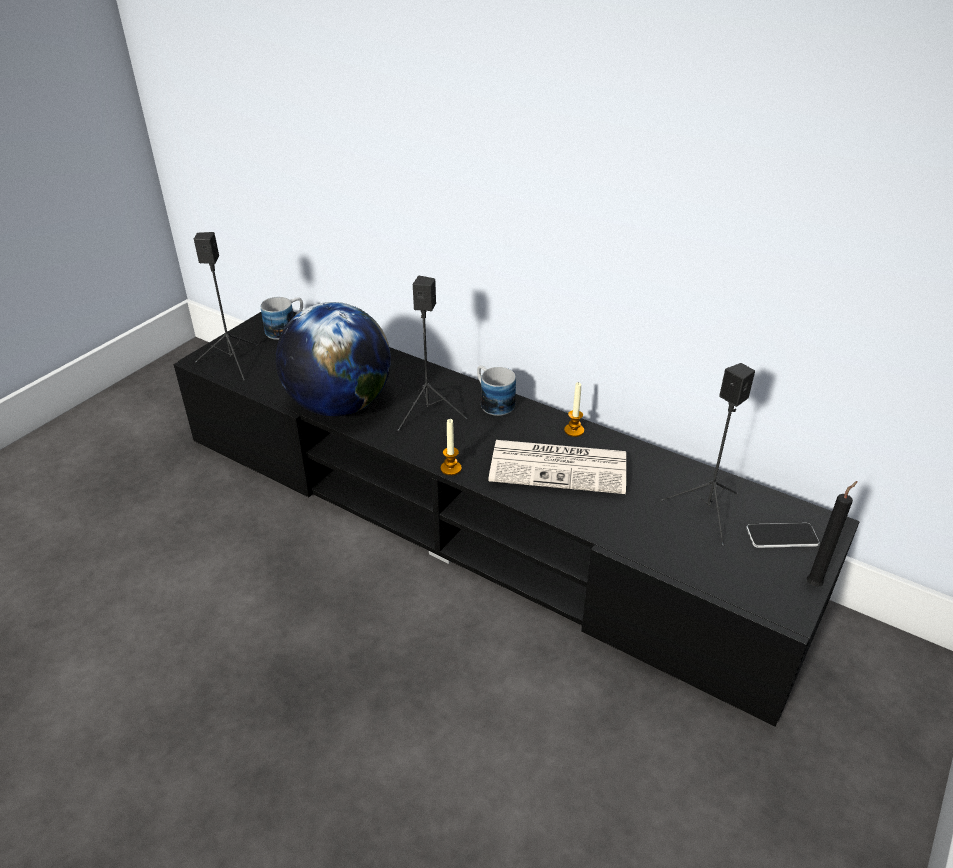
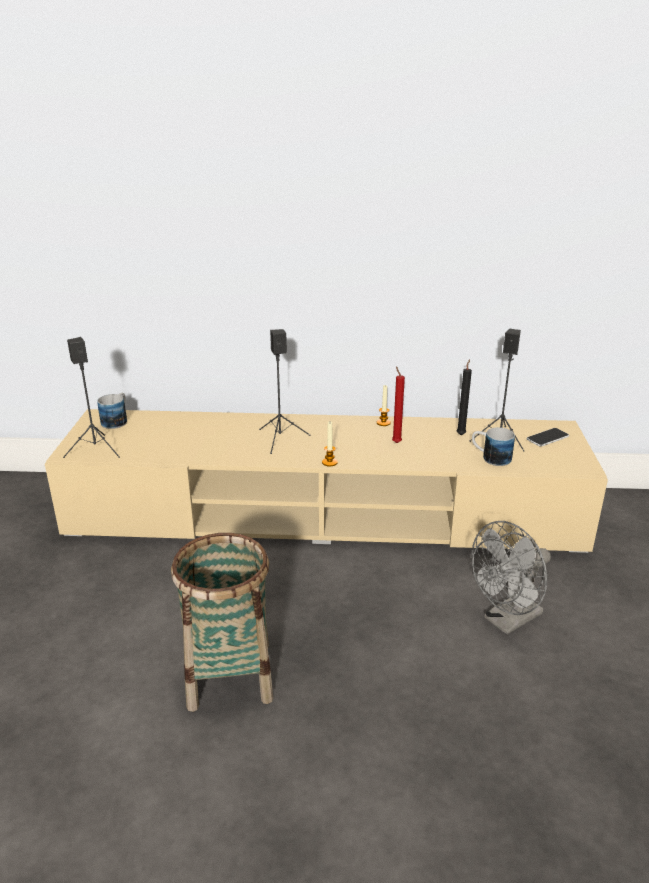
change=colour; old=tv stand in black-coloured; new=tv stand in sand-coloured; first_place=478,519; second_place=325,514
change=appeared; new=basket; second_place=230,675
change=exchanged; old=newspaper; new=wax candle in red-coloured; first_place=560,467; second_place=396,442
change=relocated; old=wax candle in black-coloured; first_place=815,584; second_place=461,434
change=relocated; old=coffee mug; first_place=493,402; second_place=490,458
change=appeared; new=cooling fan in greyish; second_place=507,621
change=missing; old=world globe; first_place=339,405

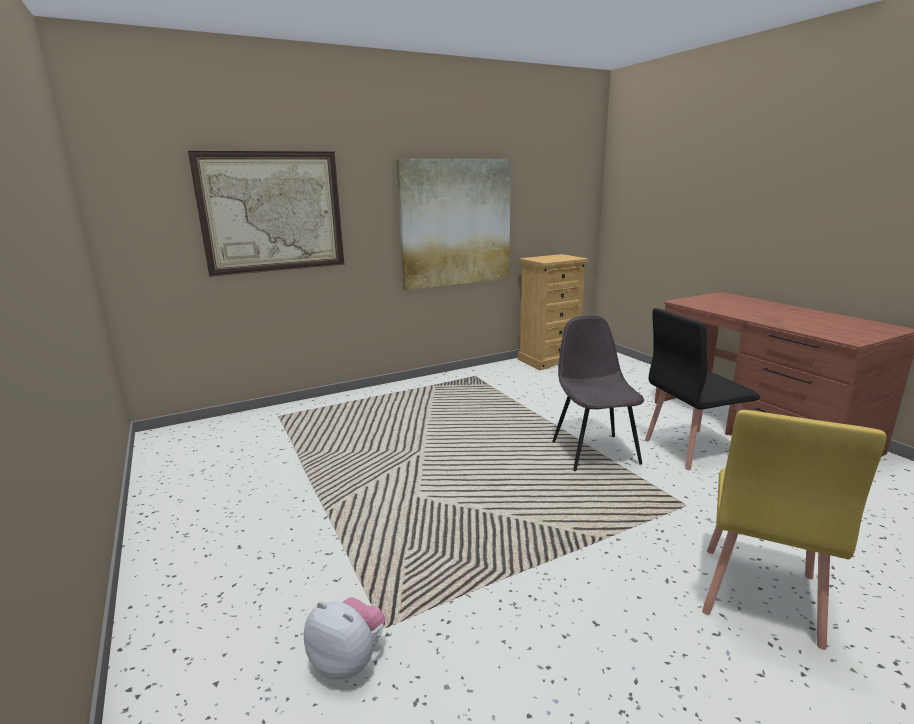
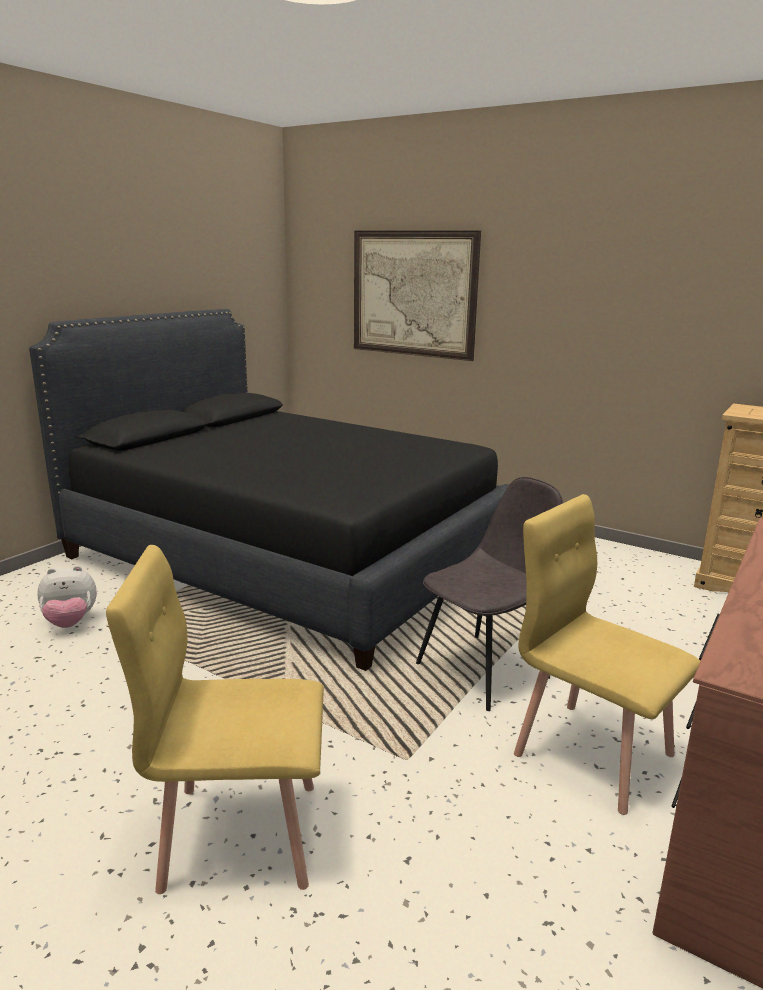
change=appeared; new=sleeping bed in black-coloured; second_place=288,556
change=spun; old=cuddly toy; first_place=348,661; second_place=70,623; degrees=75
change=colour; old=plain chair in black-coloured; new=plain chair in yellow; first_place=691,448; second_place=592,753
change=missing; old=wall art; first_place=456,223

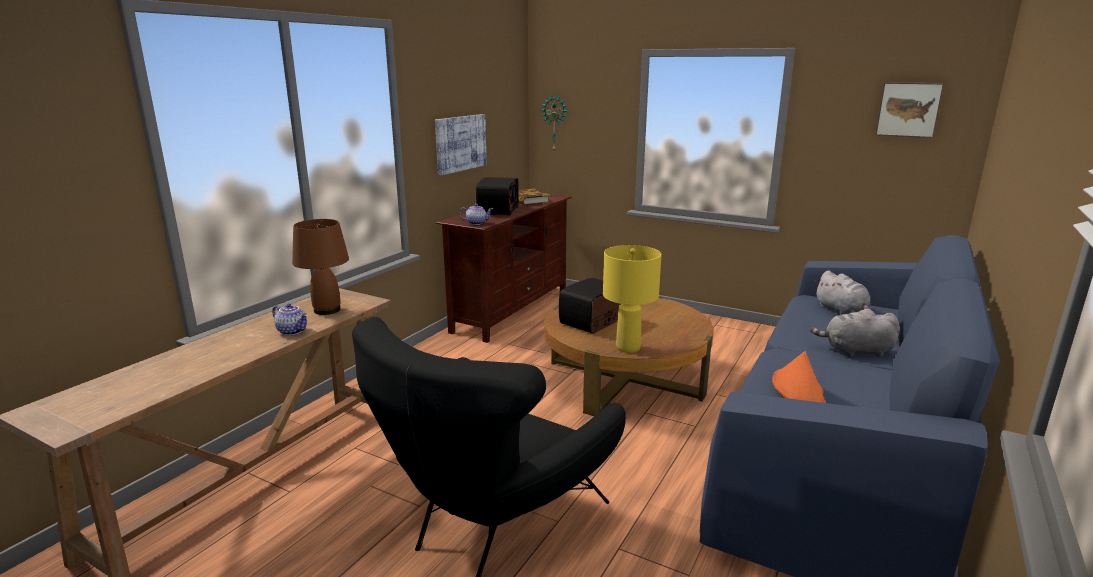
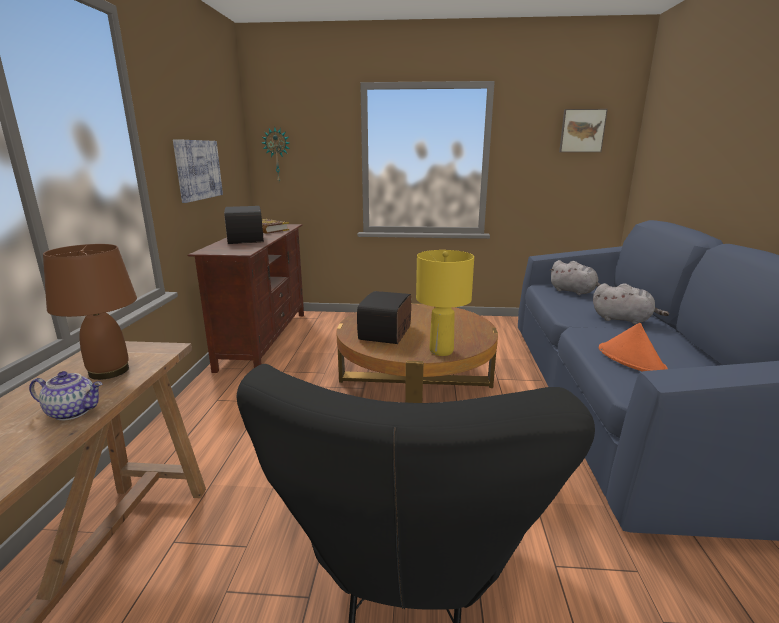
change=spun; old=cuddly toy in greyish; first_place=855,351; second_place=623,320; degrees=-135
change=missing; old=tea pot; first_place=476,223

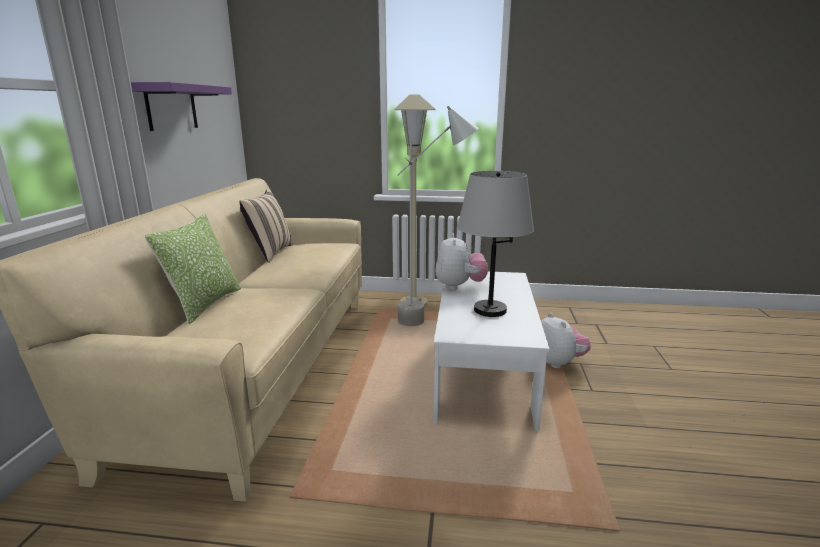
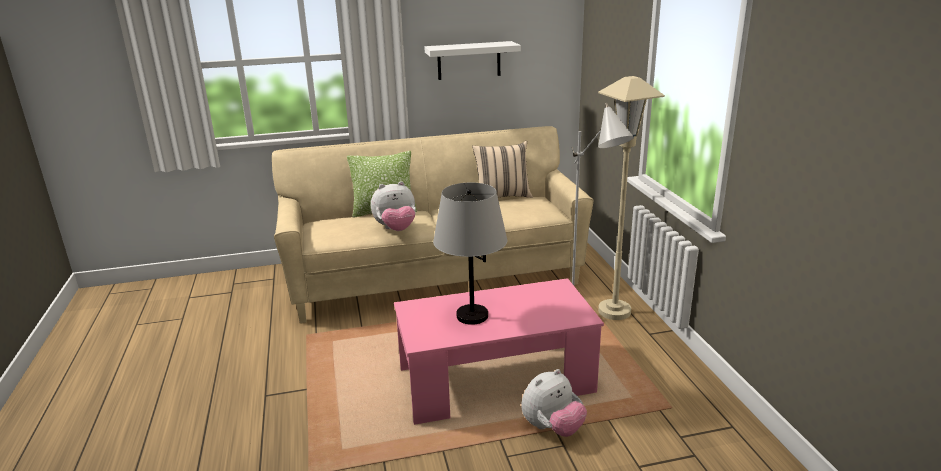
change=relocated; old=cuddly toy; first_place=459,286; second_place=396,229
change=colour; old=lounge table in white-coloured; new=lounge table in pink-coloured; first_place=483,373; second_place=495,381
change=colour; old=shelf in purple; new=shelf in white-coloured; first_place=171,107; second_place=469,60

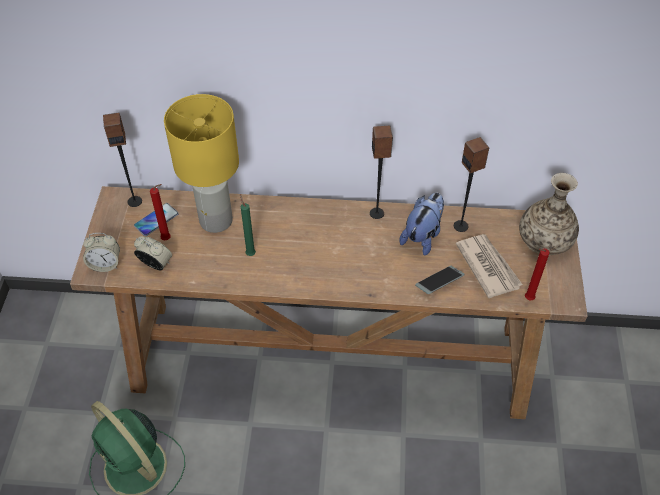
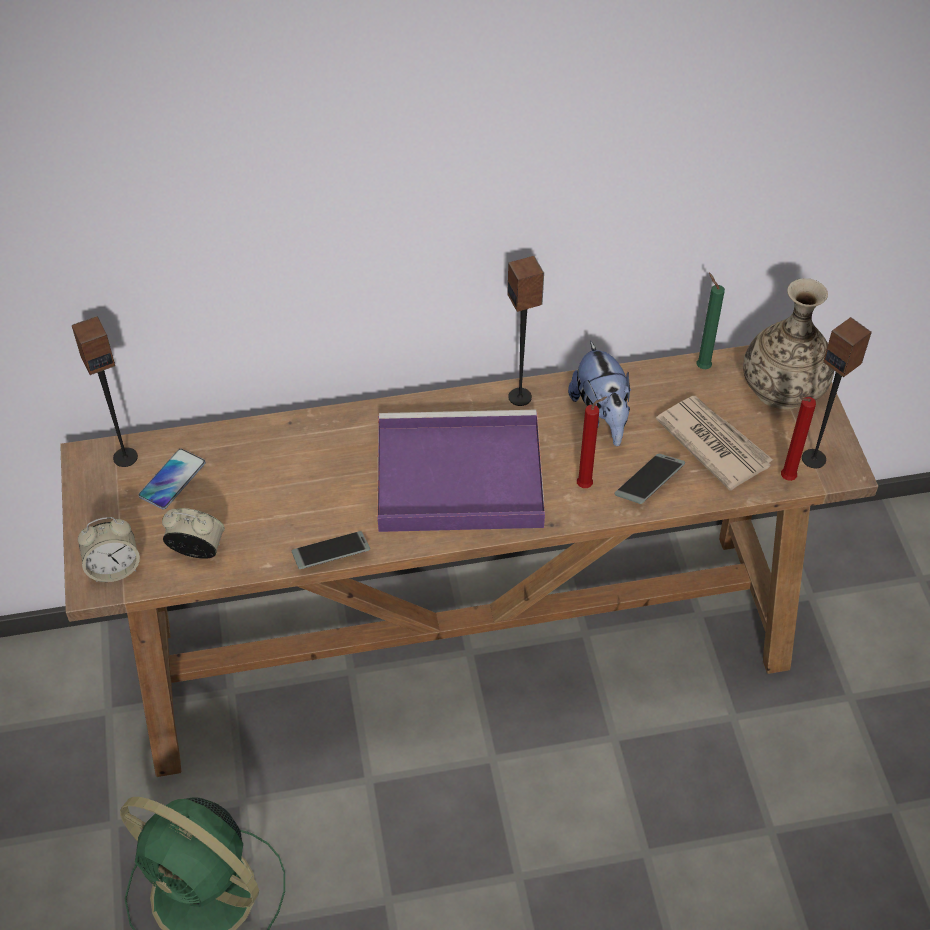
change=appeared; new=phone; second_place=331,555
change=appeared; new=carrying tray in purple; second_place=455,478
change=spun; old=cuddly toy; first_place=422,236; second_place=601,418; degrees=150
change=relocated; old=wax candle in red-coloured; first_place=168,239; second_place=587,485
change=relocated; old=wax candle in greenish; first_place=250,253; second_place=701,366
change=relocated; old=loudspeaker; first_place=461,226; second_place=814,458
change=missing; old=table lamp in yellow; first_place=216,221

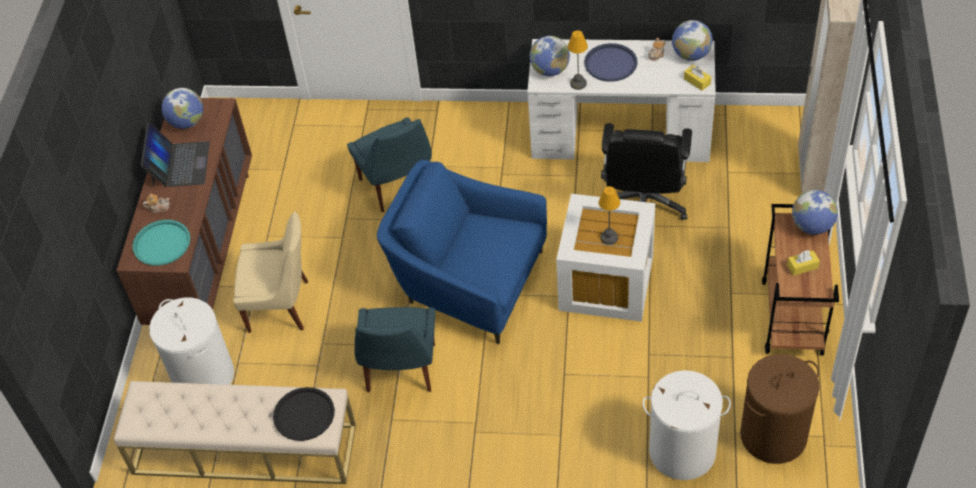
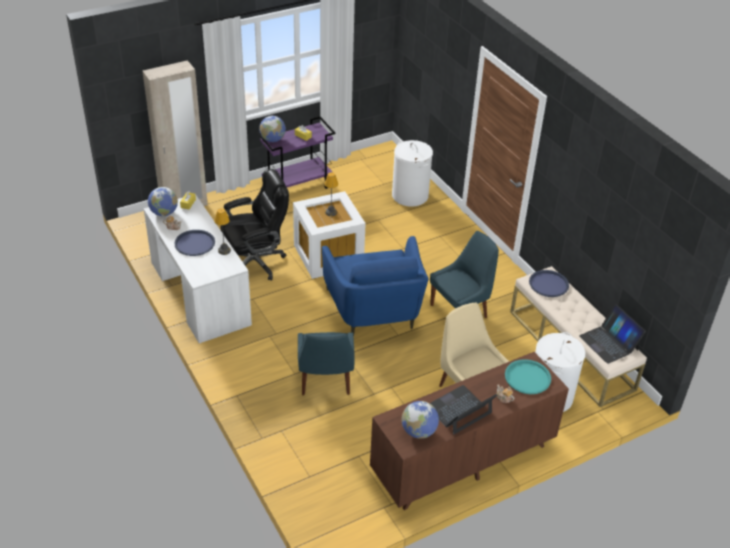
change=colour; old=trolley in brownish; new=trolley in purple; first_place=793,318; second_place=297,186
change=spun; old=plain chair in blue-coloured; first_place=397,186; second_place=325,381; degrees=150
change=colour; old=carrying tray in black-coloured; new=carrying tray in blue-coloured; first_place=304,415; second_place=548,284
change=appeared; new=notebook computer; second_place=609,342
change=missing; old=world globe; first_place=550,70
change=missing; old=washing basket in brownish; first_place=773,436

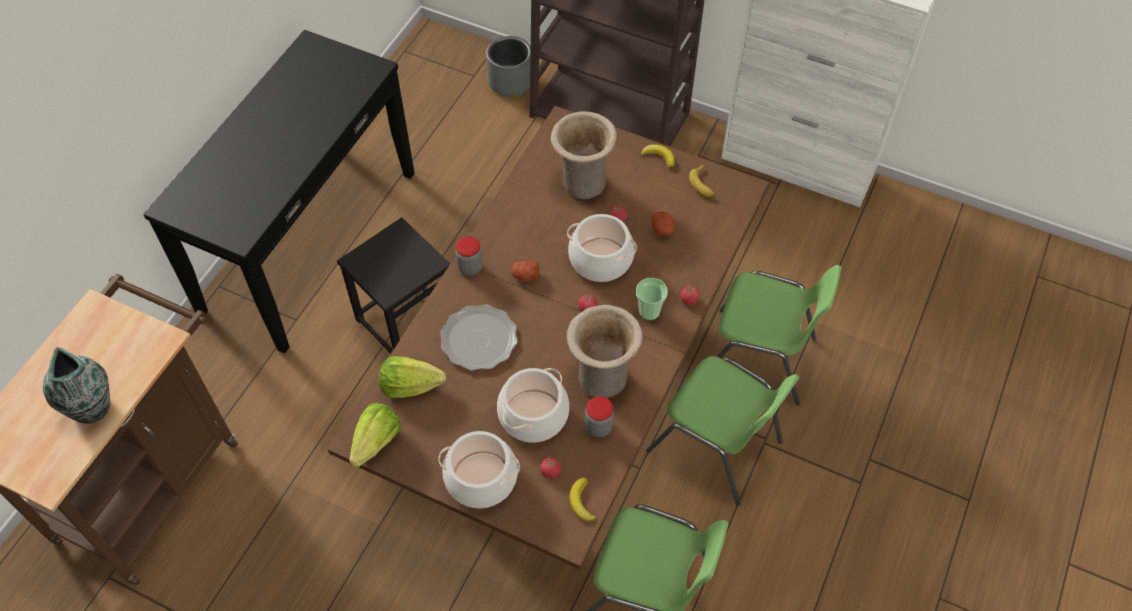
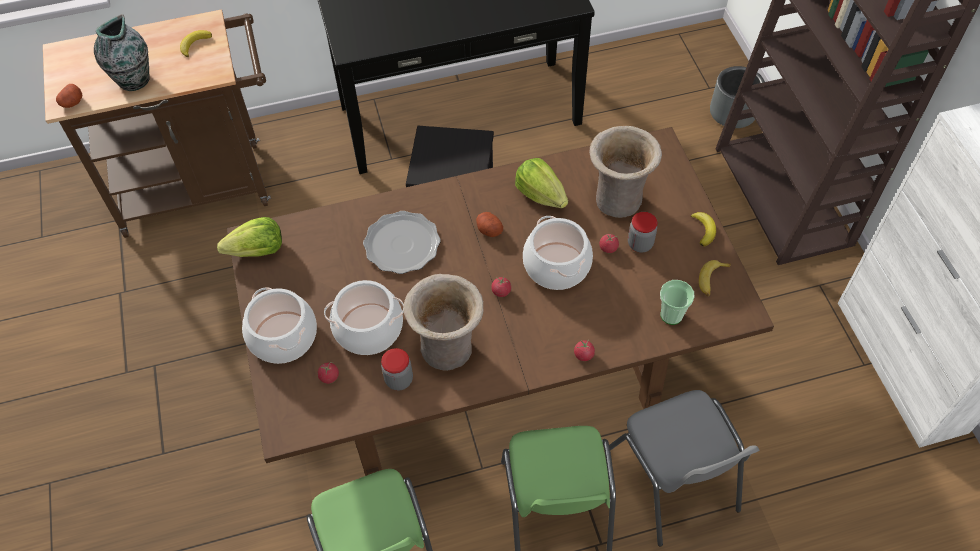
change=relocated; old=whole potato; first_place=663,229; second_place=72,102
change=relocated; old=banana; first_place=581,502; second_place=194,44
change=relocated; old=lettuce head; first_place=410,386; second_place=540,194
change=colour; old=plain chair in greenish; new=plain chair in greyish; first_place=760,358; second_place=673,481
change=relocated; old=storage jar; first_place=470,267; second_place=640,244
change=relocated; old=cup; first_place=649,311; second_place=671,315

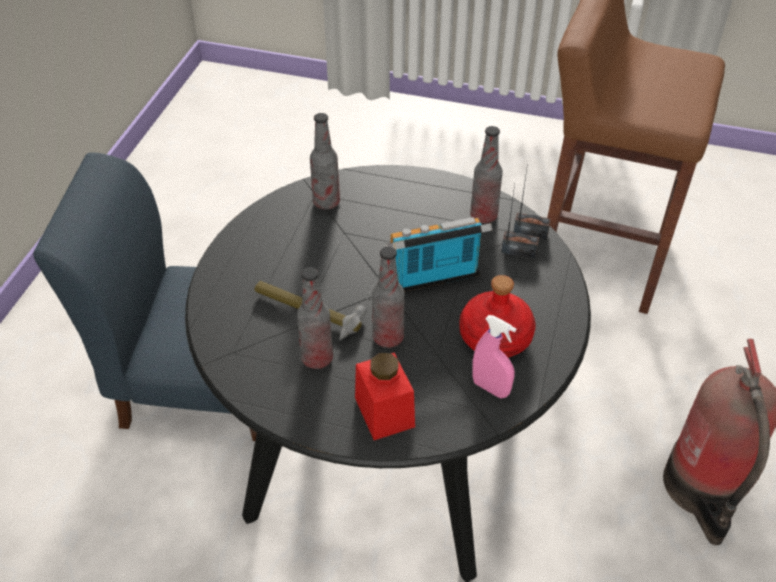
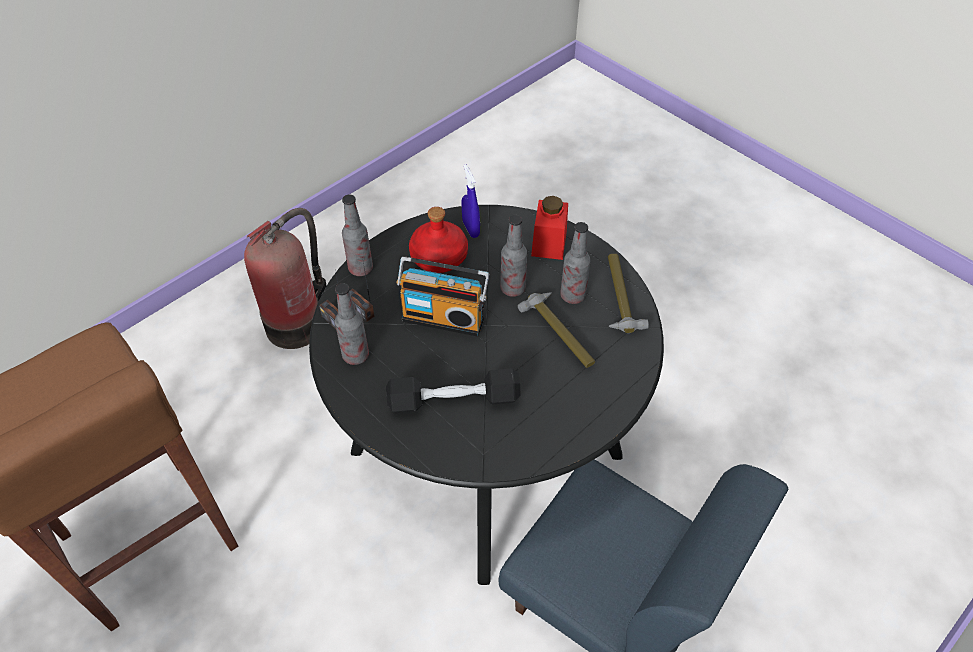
change=relocated; old=bottle; first_place=326,202; second_place=360,268
change=appeared; new=free weight in black-coloured; second_place=453,400
change=colour; old=hand sprayer in pink-coloured; new=hand sprayer in blue-coloured; first_place=490,388; second_place=471,229
change=appeared; new=tool hammer; second_place=619,297

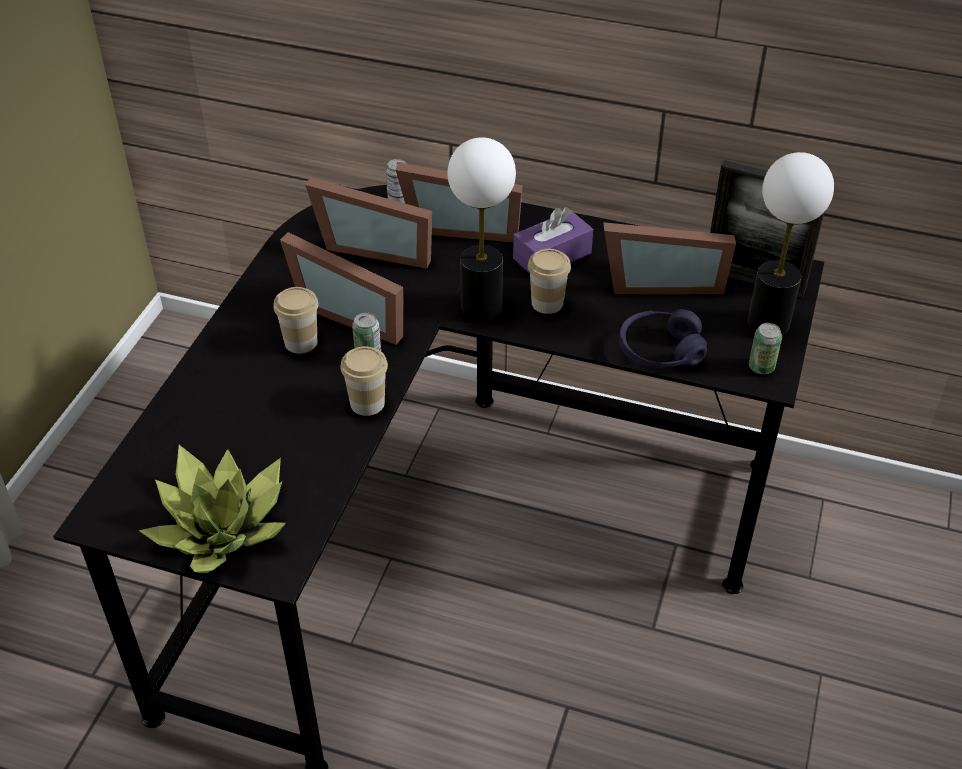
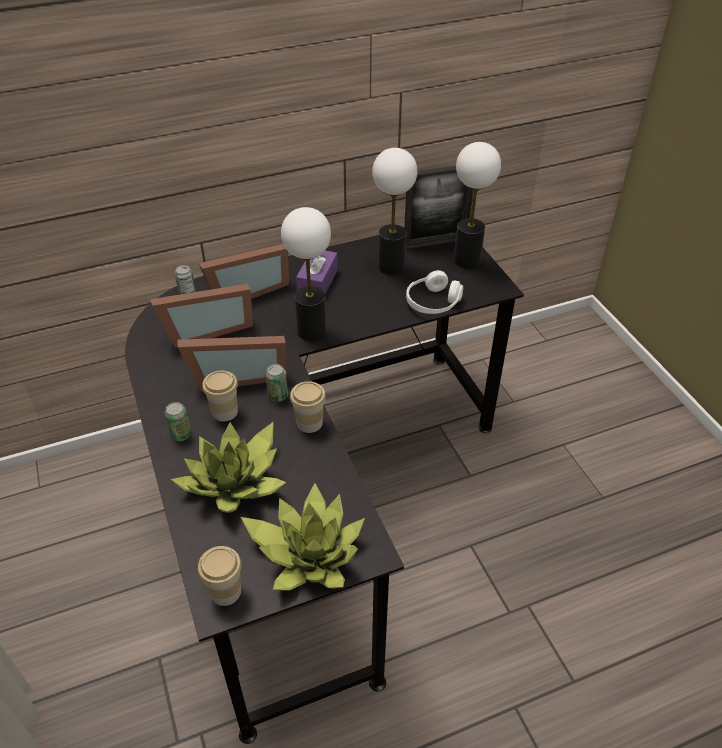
change=relocated; old=can; first_place=761,367; second_place=181,434
change=appeared; new=houseplant; second_place=235,482
change=relocated; old=cup; first_place=547,303; second_place=225,591
change=exchanged; old=picture frame; new=table lamp; first_place=661,282; second_place=391,266
change=colour; old=headphones in purple; new=headphones in white-coloured; first_place=660,351; second_place=433,302

